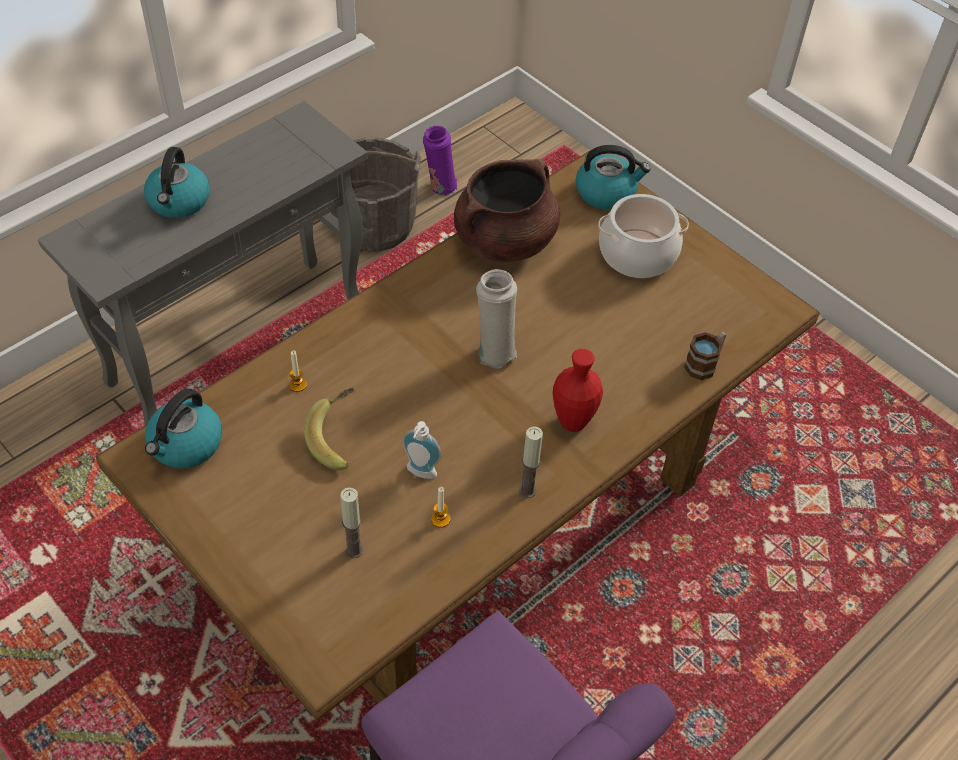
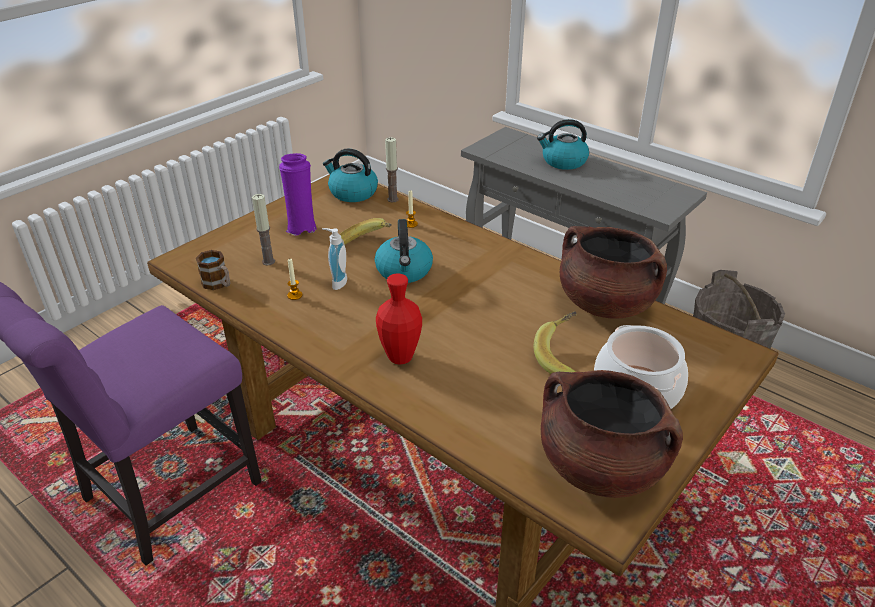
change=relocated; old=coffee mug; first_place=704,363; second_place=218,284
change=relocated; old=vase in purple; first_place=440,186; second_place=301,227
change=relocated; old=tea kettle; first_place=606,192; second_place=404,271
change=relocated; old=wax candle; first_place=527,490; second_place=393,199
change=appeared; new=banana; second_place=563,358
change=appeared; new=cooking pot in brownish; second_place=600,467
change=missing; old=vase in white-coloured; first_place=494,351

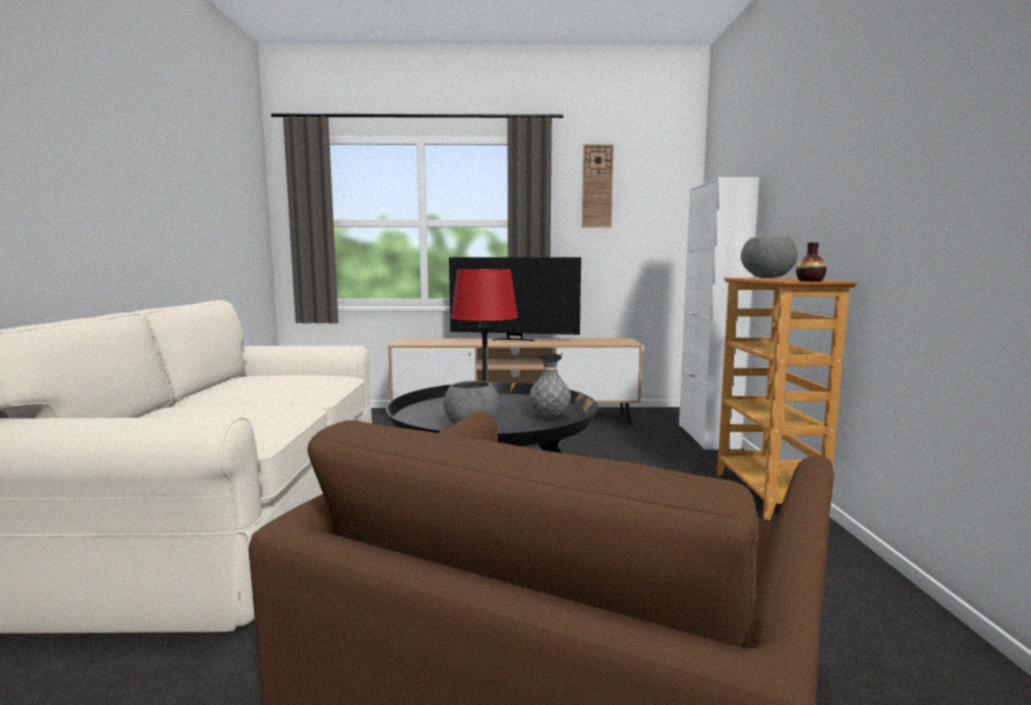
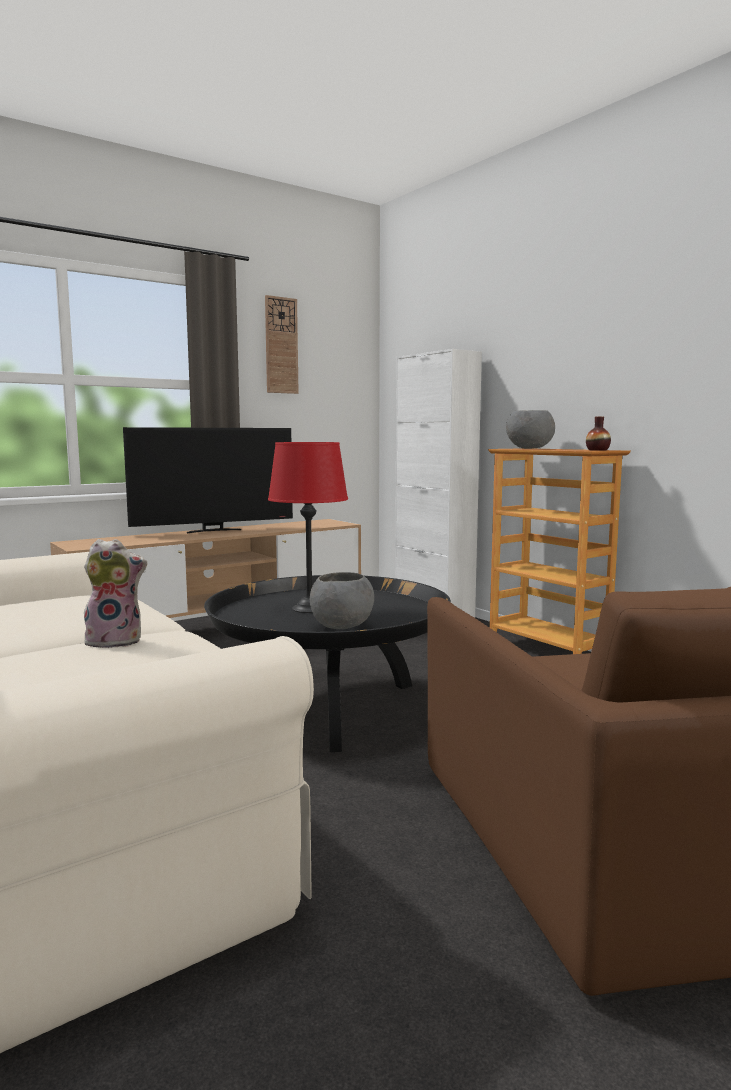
change=appeared; new=cuddly toy; second_place=116,641
change=missing; old=vase in greyish; first_place=550,417

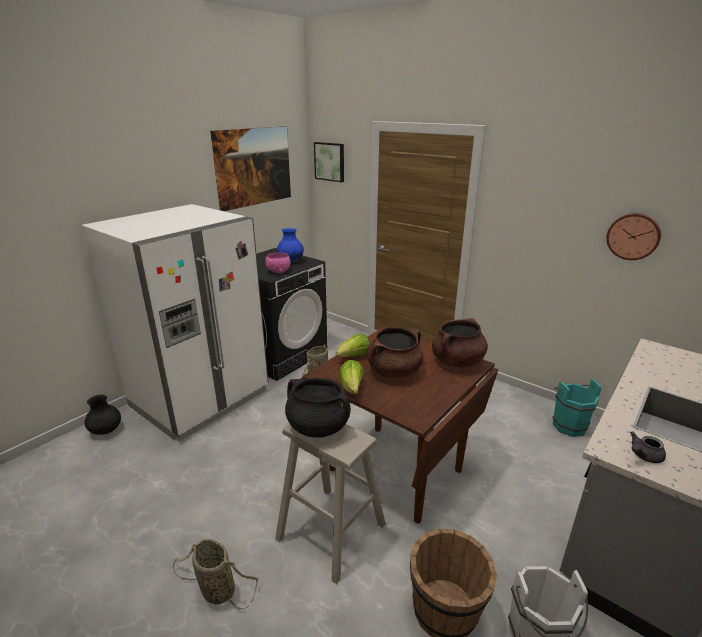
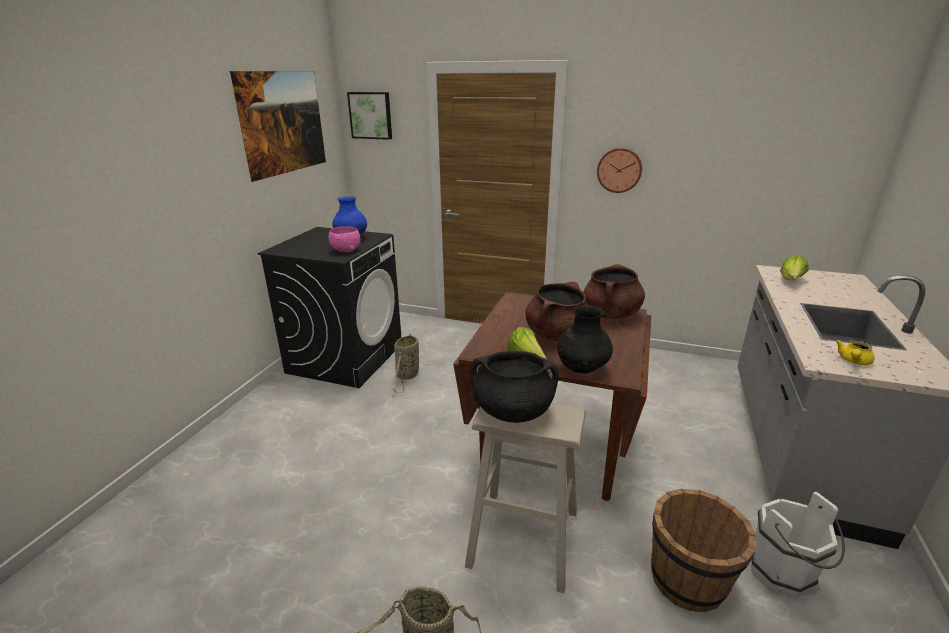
change=relocated; old=vase in black-coloured; first_place=106,431; second_place=582,369
change=relocated; old=wall clock; first_place=633,236; second_place=619,170
change=relocated; old=lettuce head; first_place=354,357; second_place=791,281
change=colour; old=tea pot in greyish; new=tea pot in yellow; first_place=643,456; second_place=853,361
change=missing; old=kitchen fridge in white-coloured; first_place=200,398
change=missing; old=water bucket in turquoise-coloured; first_place=567,424

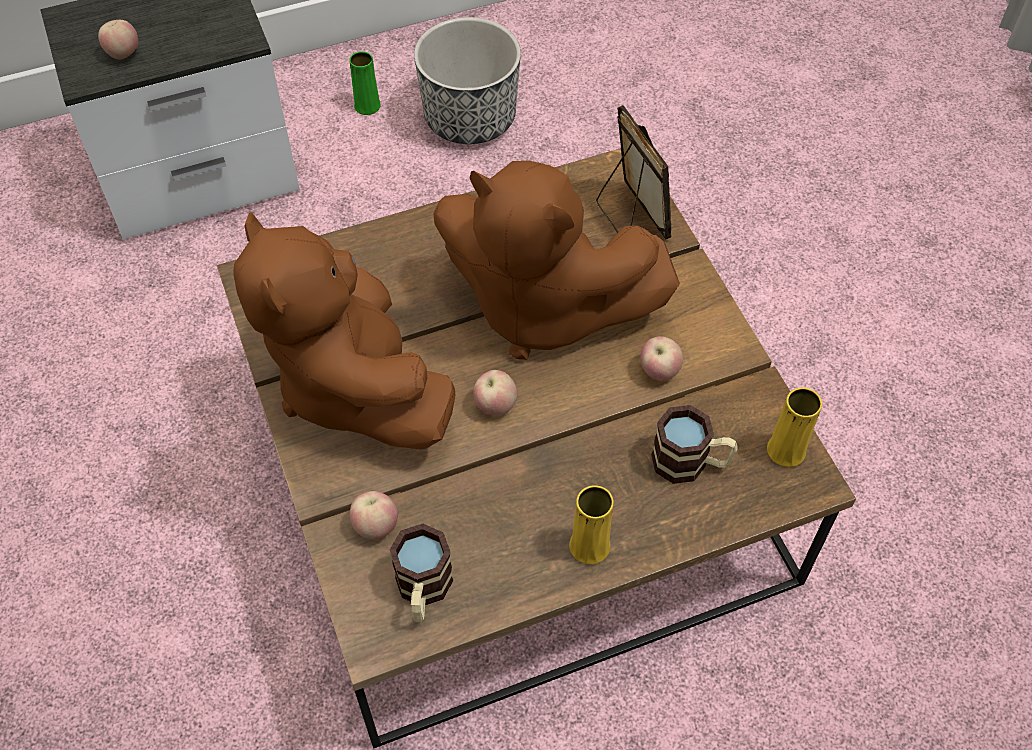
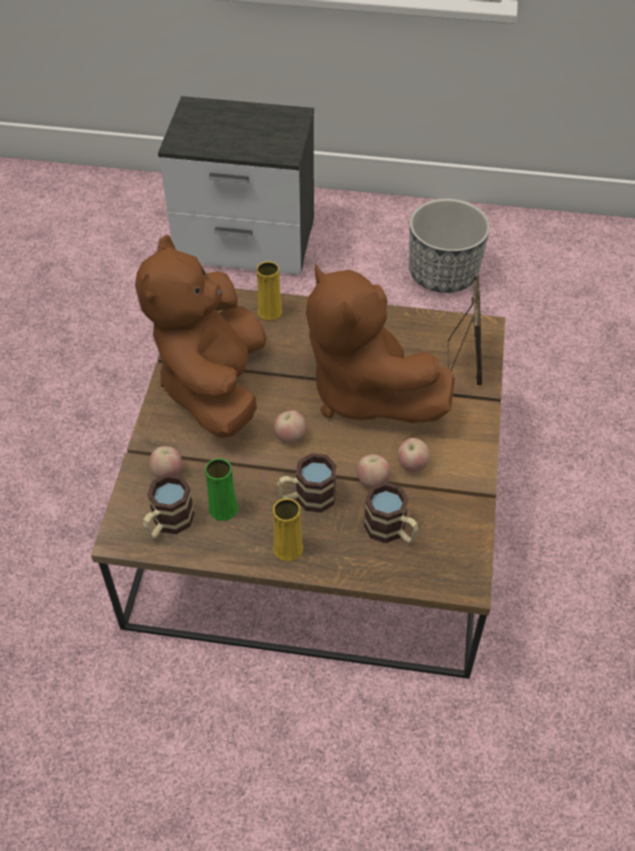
change=relocated; old=vase in greenish; first_place=367,106; second_place=223,509
change=relocated; old=vase in yellow; first_place=786,450; second_place=270,312
change=appeared; new=coffee mug; second_place=307,498
change=relocated; old=whole apple; first_place=123,54; second_place=372,481

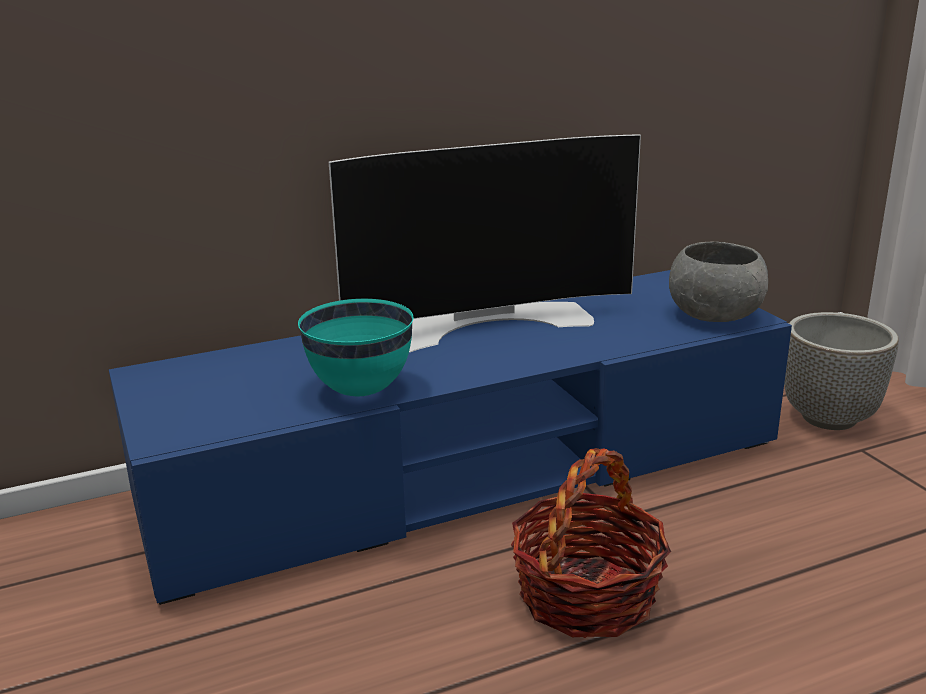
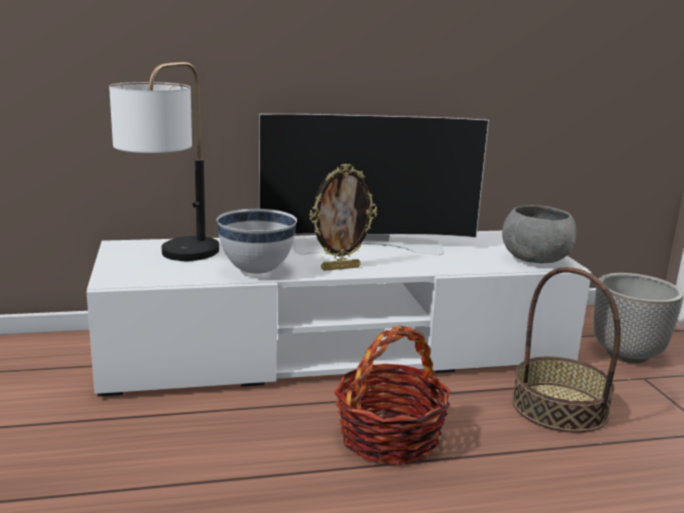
change=colour; old=tv stand in blue-coloured; new=tv stand in white-coloured; first_place=465,471; second_place=337,350
change=appeared; new=table lamp; second_place=172,260
change=colour; old=serving bowl in turquoise-coloured; new=serving bowl in white-coloured; first_place=360,391; second_place=256,271
change=appeared; new=picture frame; second_place=340,268
change=appeared; new=basket; second_place=560,407

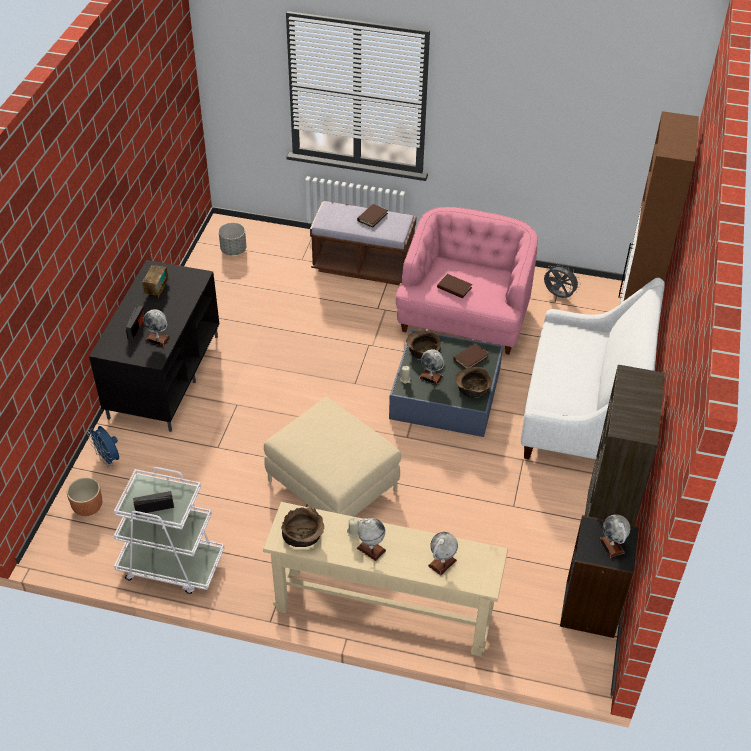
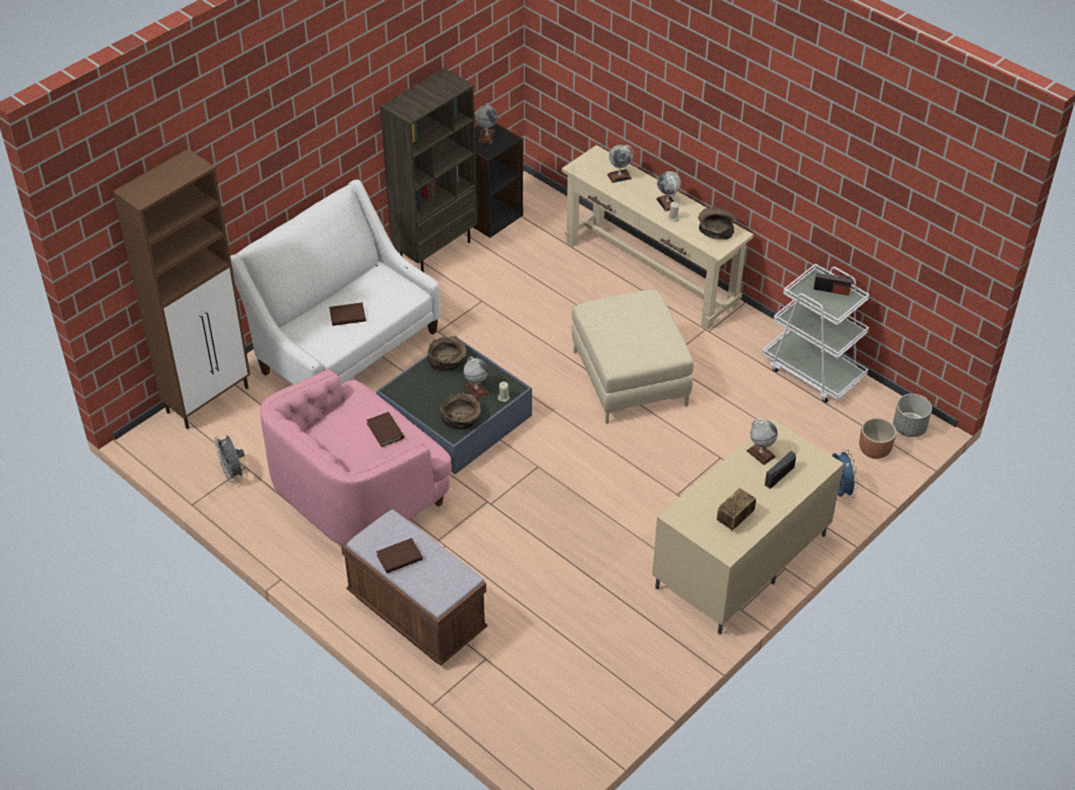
change=relocated; old=book in brownish; first_place=471,358; second_place=347,316
change=colour; old=tv stand in black-coloured; new=tv stand in sand-coloured; first_place=163,375; second_place=741,563
change=relocated; old=planter in greyish; first_place=233,250; second_place=909,428

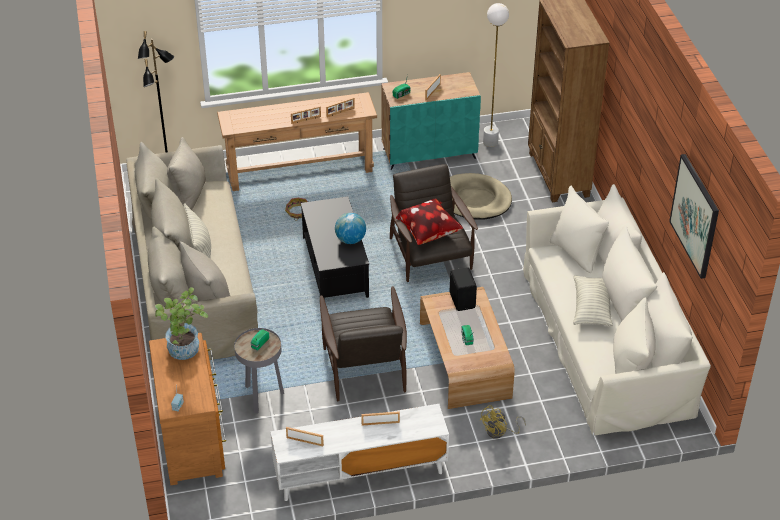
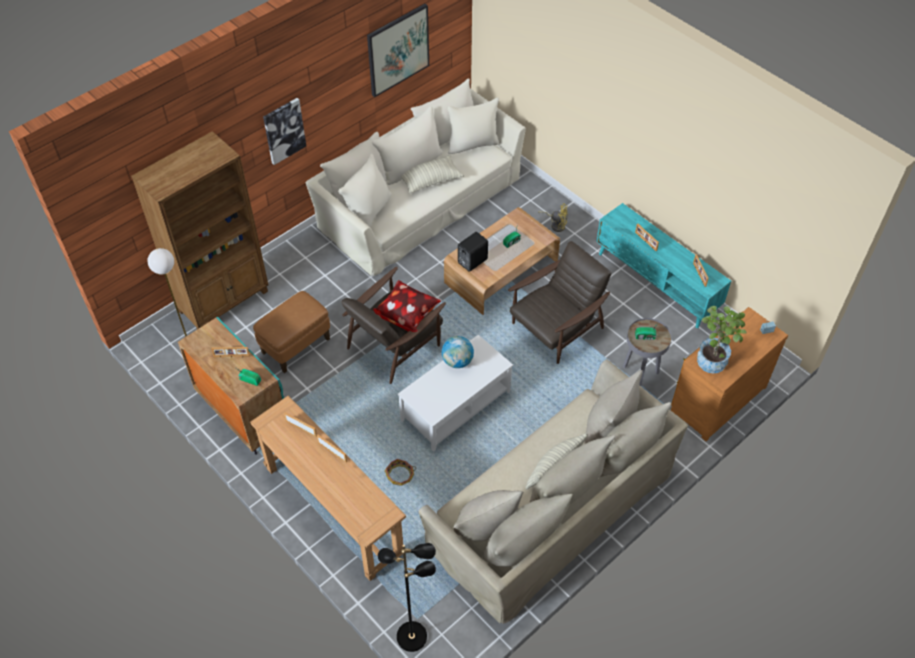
change=exchanged; old=dog cushion in sand-coloured; new=ottoman in brownish; first_place=475,200; second_place=296,346
change=appeared; new=wall art; second_place=284,130
change=colour; old=lounge table in black-coloured; new=lounge table in white-coloured; first_place=334,267; second_place=456,406
change=colour; old=tv stand in white-coloured; new=tv stand in turquoise-coloured; first_place=360,473; second_place=657,282

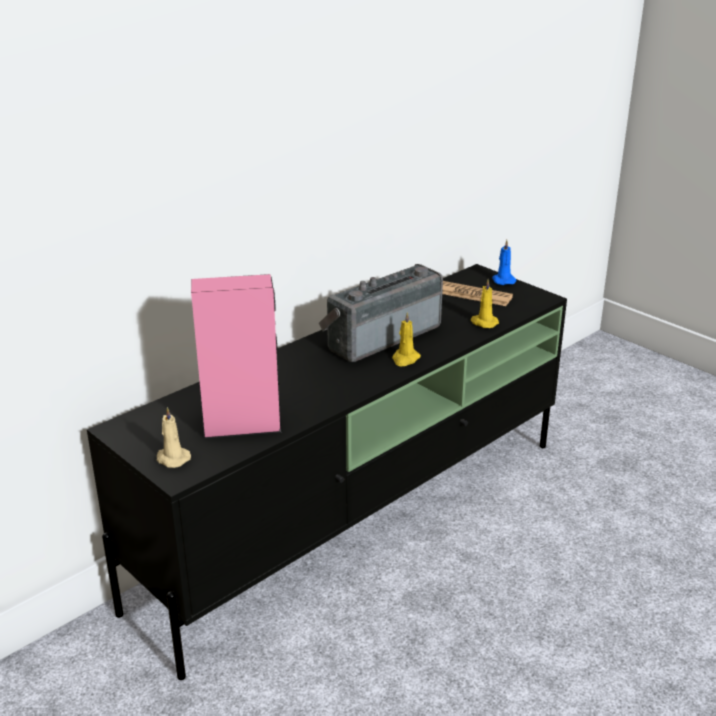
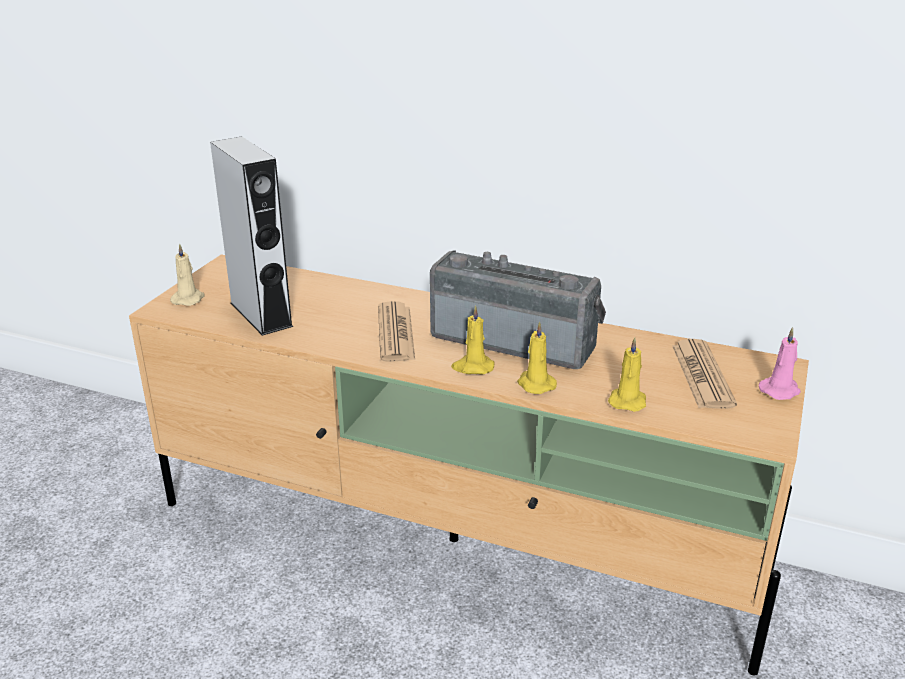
change=colour; old=tv stand in black-coloured; new=tv stand in sand-coloured; first_place=359,520; second_place=456,541
change=colour; old=loudspeaker in pink-coloured; new=loudspeaker in greyish; first_place=242,426; second_place=261,314
change=appeared; new=newspaper; second_place=395,333
change=appeared; new=wax candle in yellow; second_place=535,384
change=colour; old=wax candle in blue-coloured; new=wax candle in pink-coloured; first_place=503,280; second_place=780,390

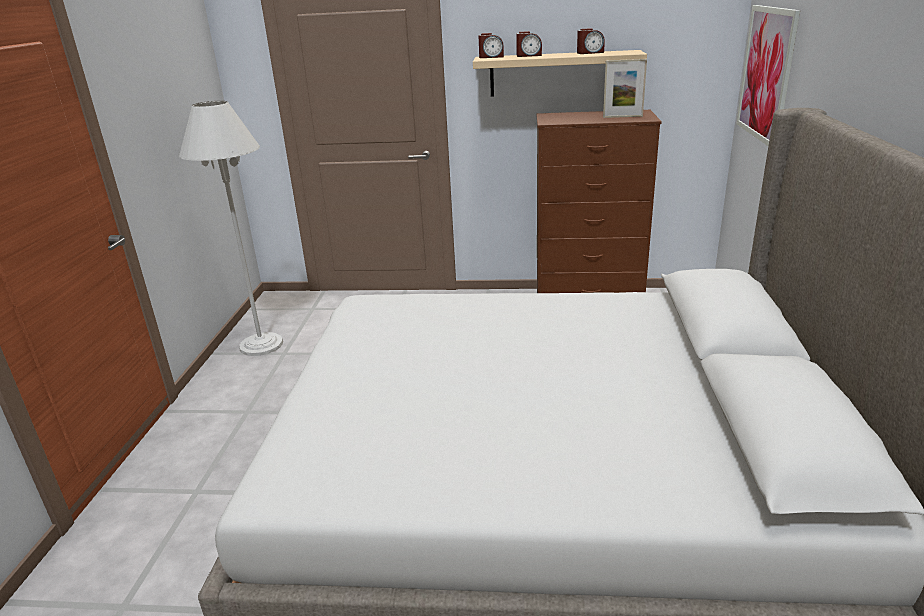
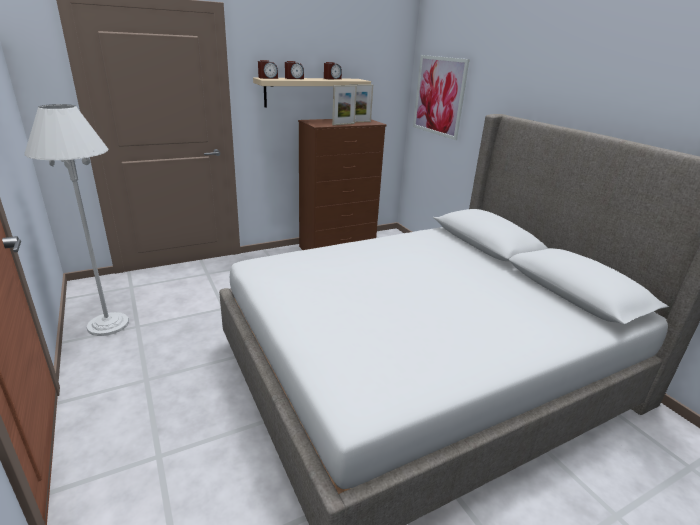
change=appeared; new=picture frame; second_place=343,124

